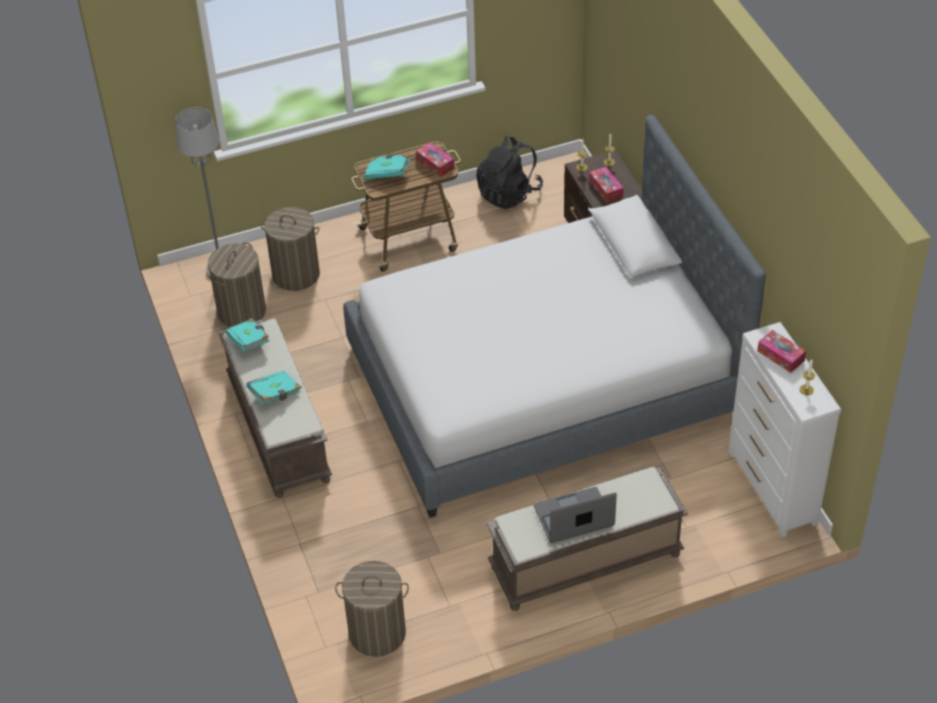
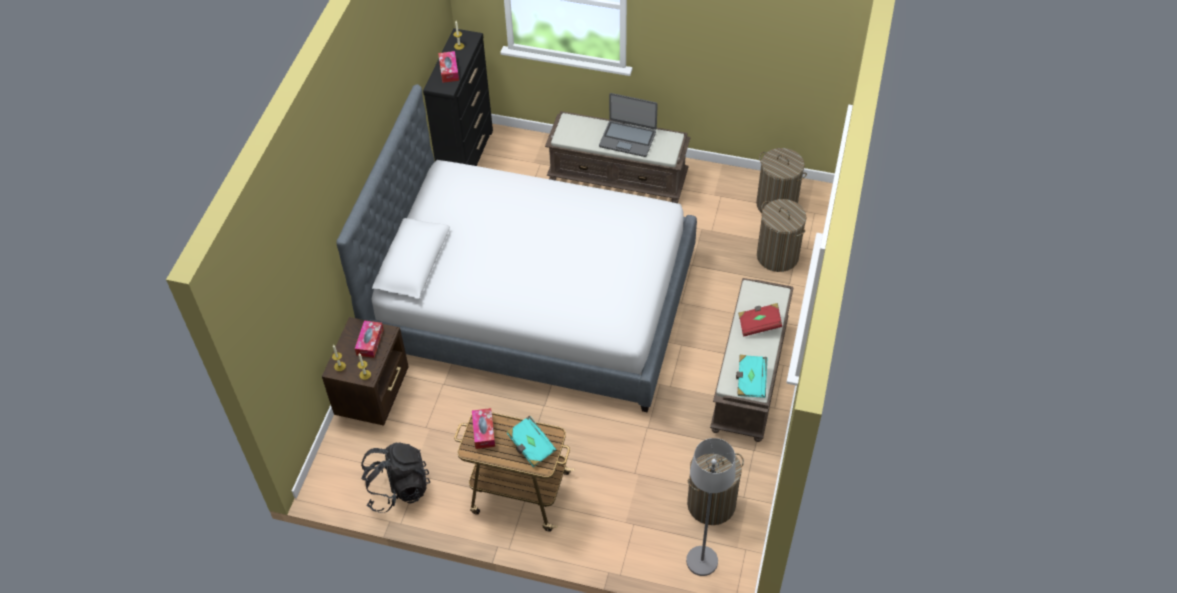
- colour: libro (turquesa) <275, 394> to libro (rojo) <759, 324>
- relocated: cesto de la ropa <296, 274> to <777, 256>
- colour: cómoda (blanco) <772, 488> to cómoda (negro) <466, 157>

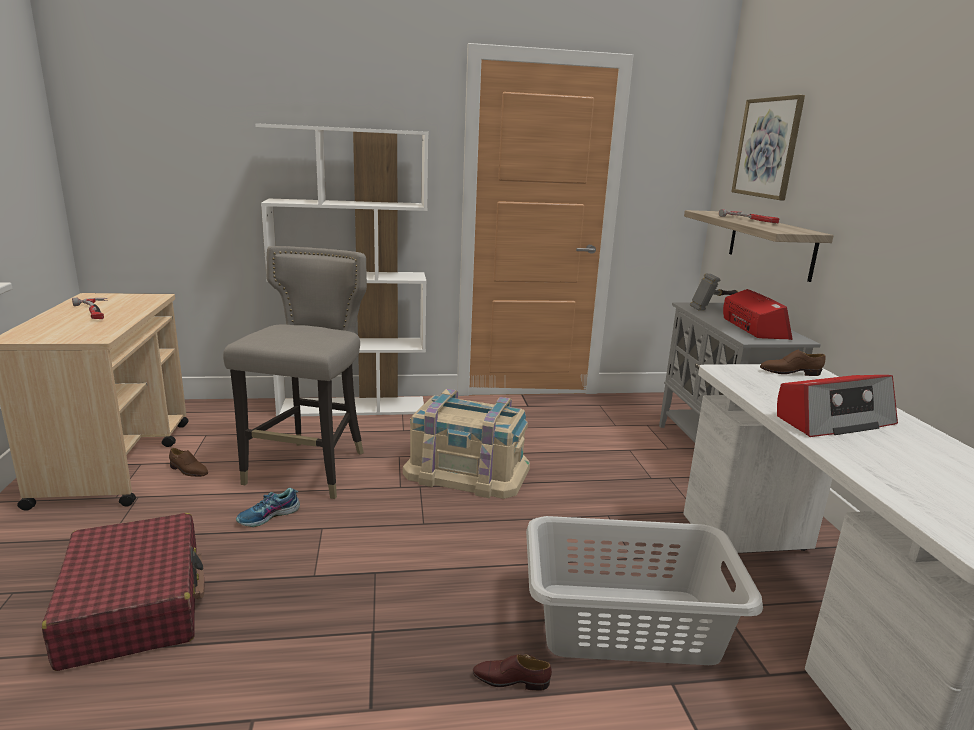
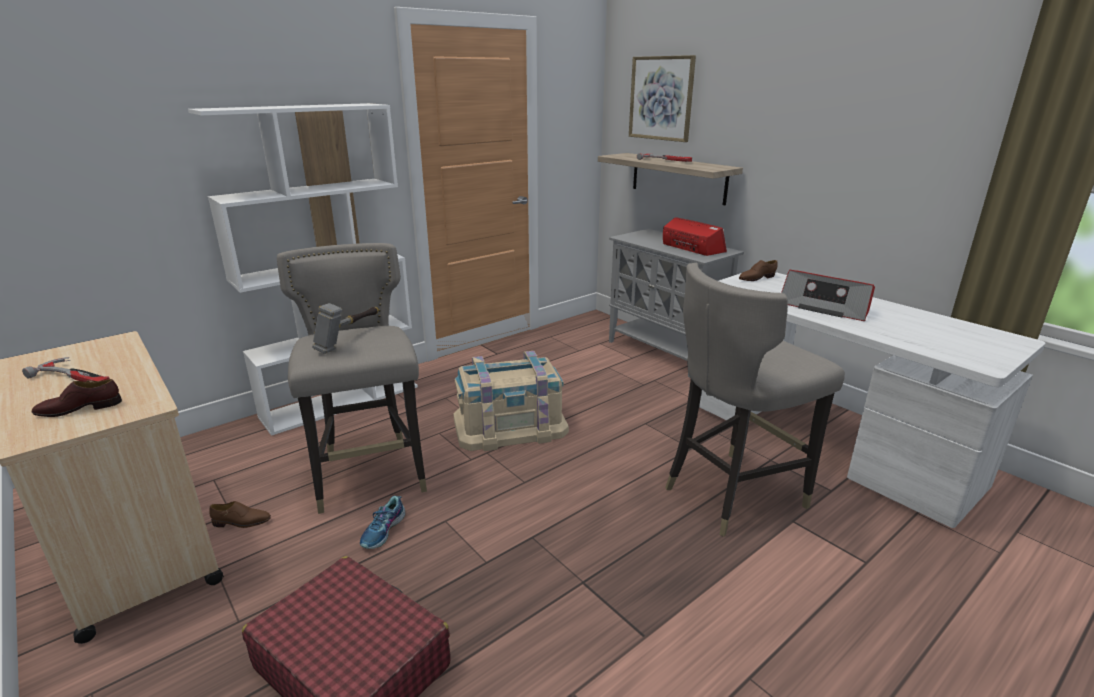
- relocated: zapato (marrón) <511, 680> to <79, 409>
- exchanged: cesto de la ropa (gris) <625, 622> to taburete (gris) <731, 494>
- relocated: martillo <715, 307> to <350, 338>
- spun: radio <832, 420> = <825, 307> 90 degrees clockwise

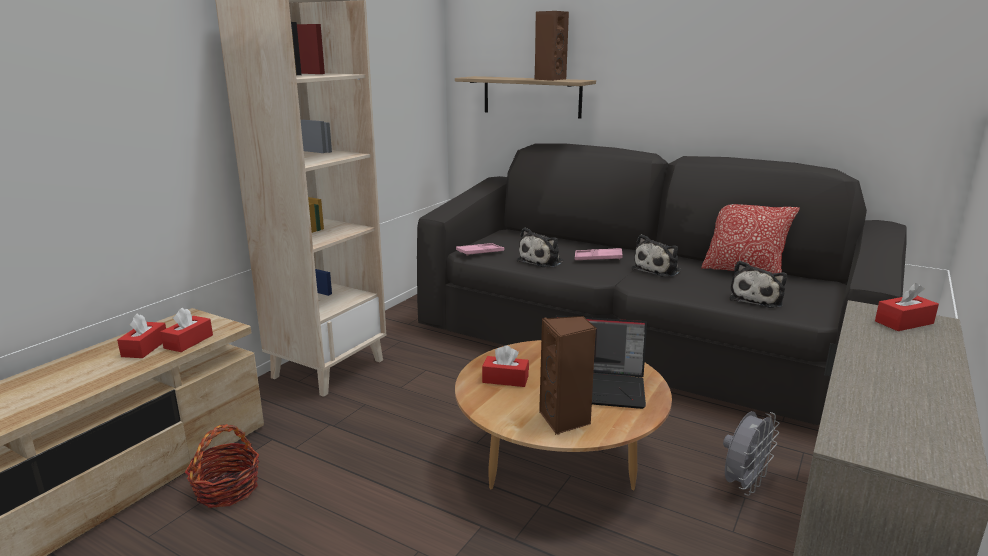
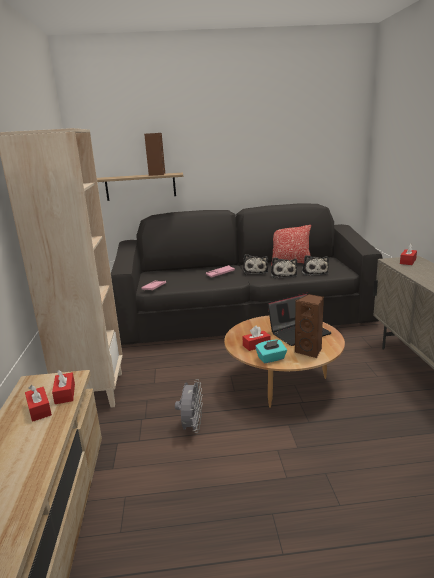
- missing: cesta <227, 489>
- relocated: peluche <542, 261> to <283, 275>
- relocated: ventilador (gris) <743, 484> to <192, 427>
- appeared: caja de pañuelos (turquesa) <271, 358>

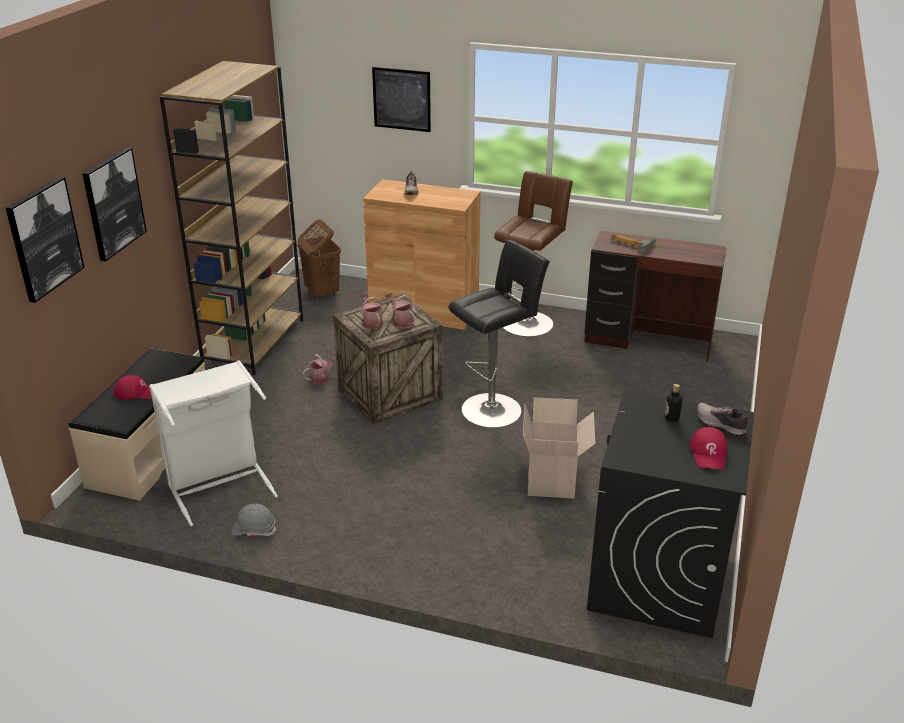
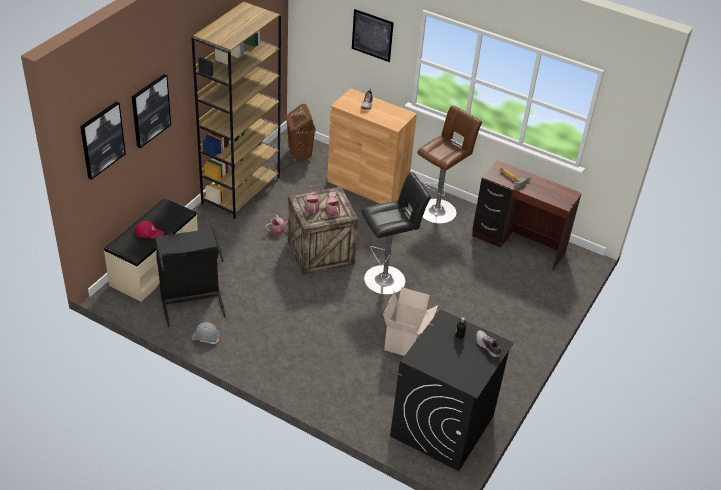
- colour: cesto de la ropa (blanco) <219, 485> to cesto de la ropa (negro) <192, 300>
- missing: gorra (rojo) <709, 453>

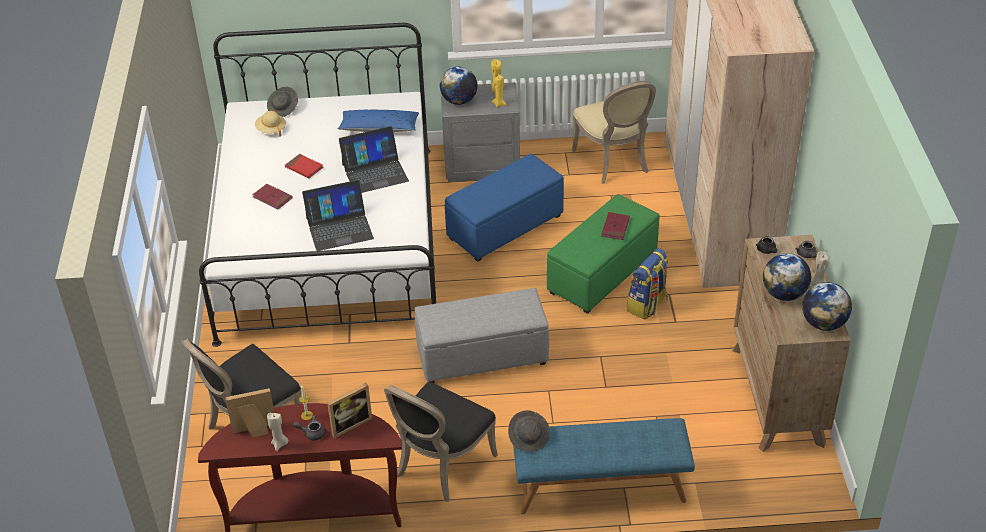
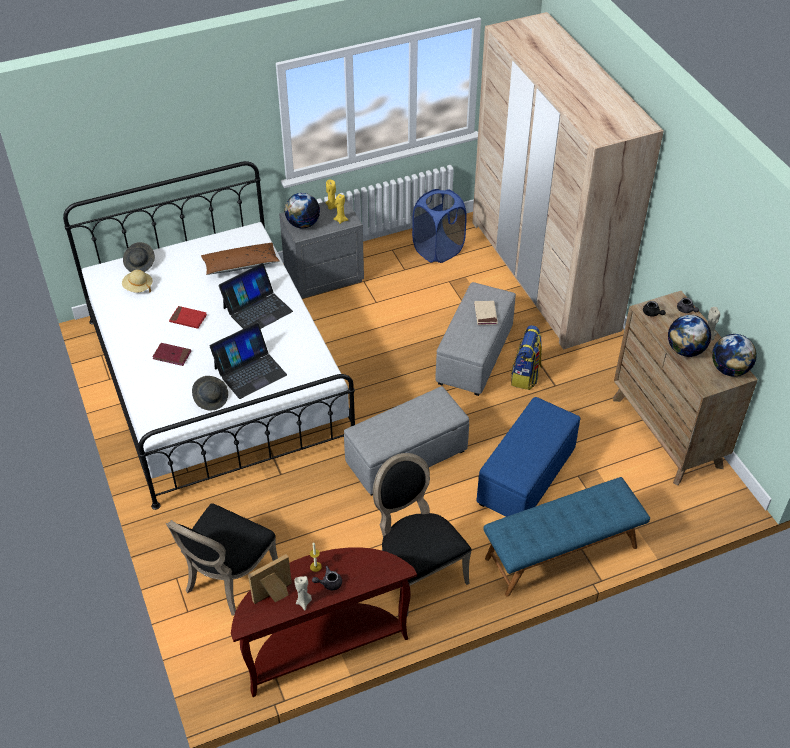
- missing: portarretratos <349, 423>
- colour: cojín (azul) <379, 128> to cojín (marrón) <241, 265>
- spun: silla (negro) <441, 466> = <417, 571> 135 degrees clockwise
- relocated: puf (azul) <506, 227> to <526, 476>
- relocated: sombrero (gris) <529, 438> to <211, 398>
- colour: puf (verde) <603, 273> to puf (gris) <474, 355>
- exchanged: silla (beis) <614, 162> to cesto de la ropa (azul) <438, 250>
- colour: libro (rojo) <615, 227> to libro (beis) <485, 314>

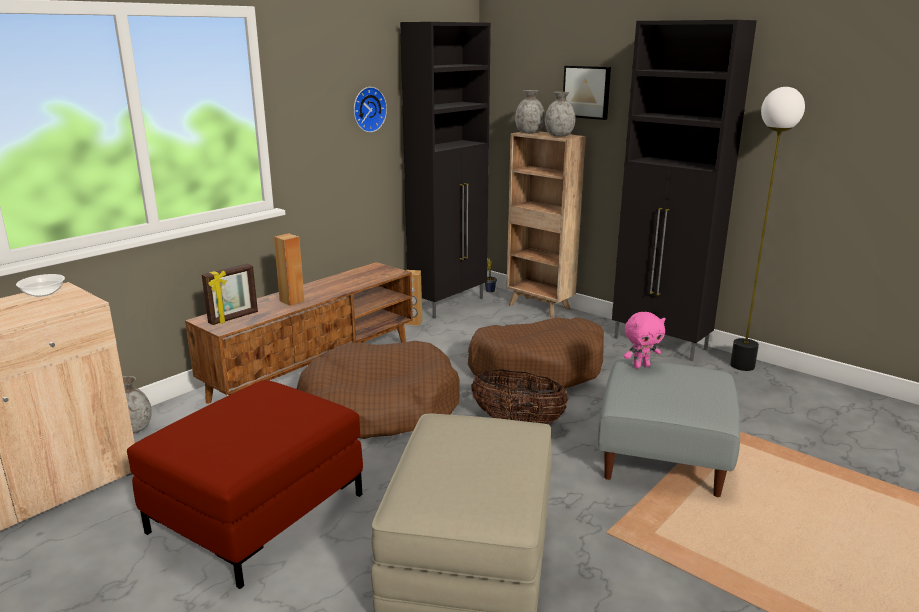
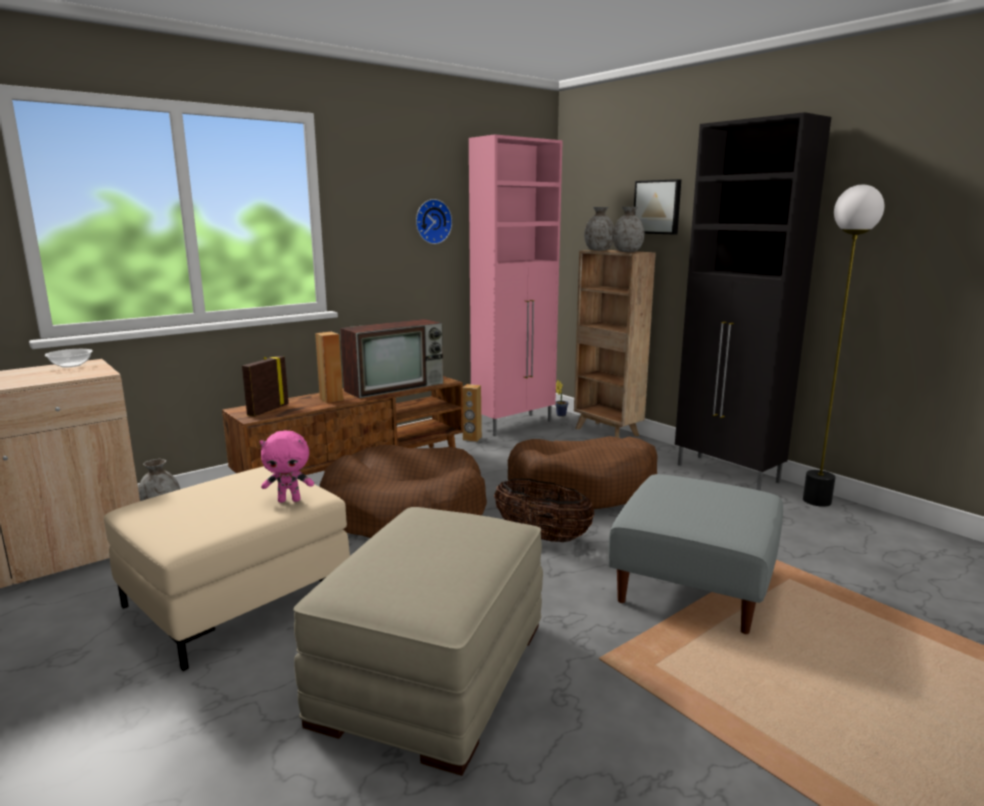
- colour: puf (rojo) <258, 512> to puf (beis) <238, 598>
- spun: portarretratos <234, 318> = <267, 410> 150 degrees clockwise
- colour: armario (negro) <449, 304> to armario (rosa) <514, 424>
- relocated: peluche (rosa) <641, 366> to <289, 500>
- appeared: televisor <396, 387>

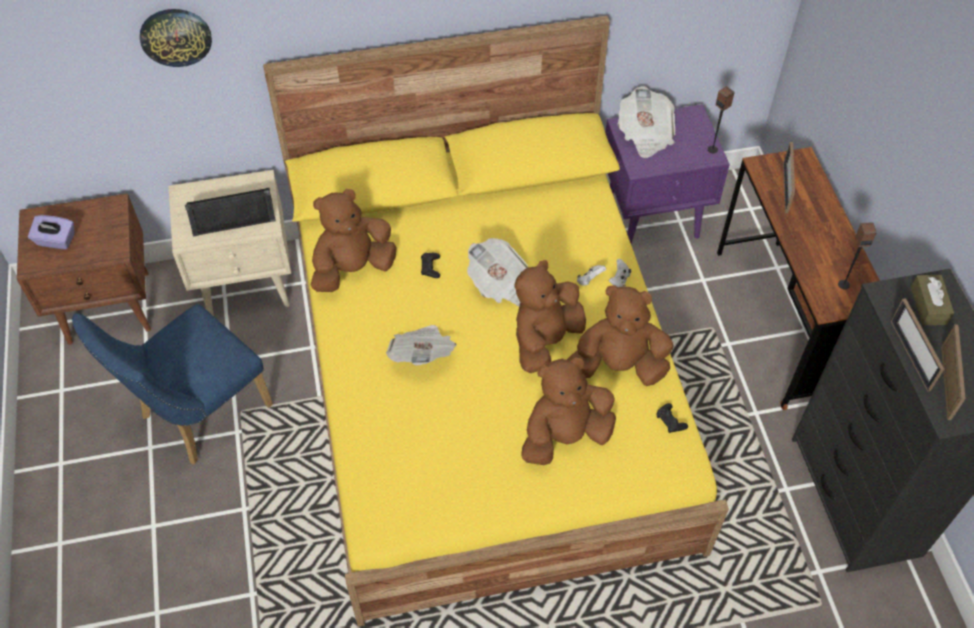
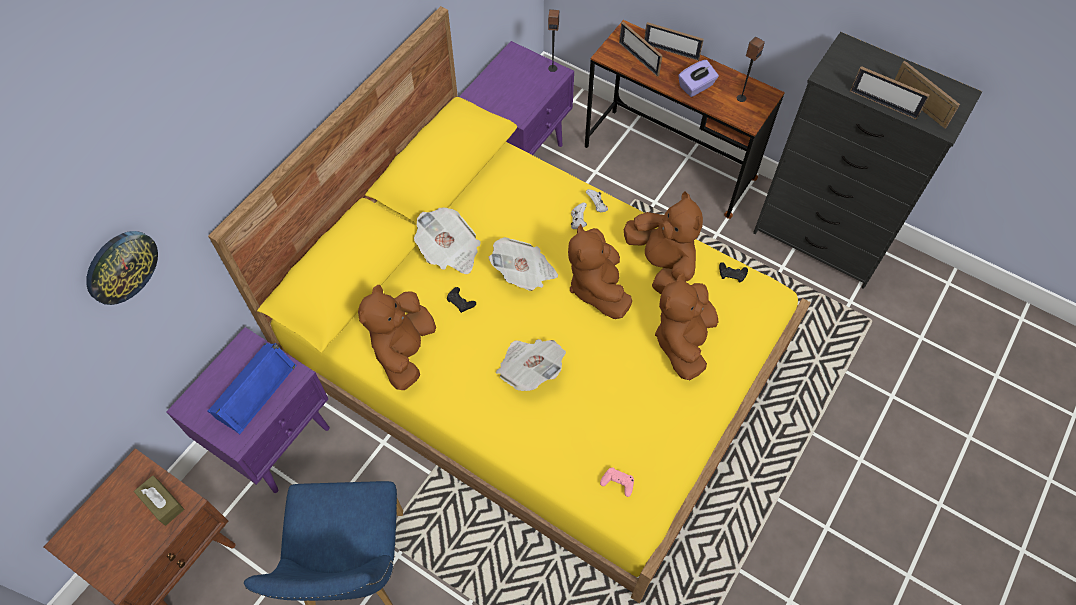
- relocated: caja de pañuelos (morado) <56, 241> to <696, 86>
- colour: mesita de noche (beis) <247, 283> to mesita de noche (morado) <276, 439>
- colour: altavoz (negro) <232, 214> to altavoz (azul) <253, 389>
- spun: peluche (marrón) <618, 365> = <661, 264> 105 degrees clockwise
- relocated: periódico <645, 135> to <449, 251>
- relocated: caja de pañuelos (marrón) <928, 306> to <162, 503>
- appeared: mando de consola (rosa) <617, 483>
- appeared: portarretratos <671, 51>

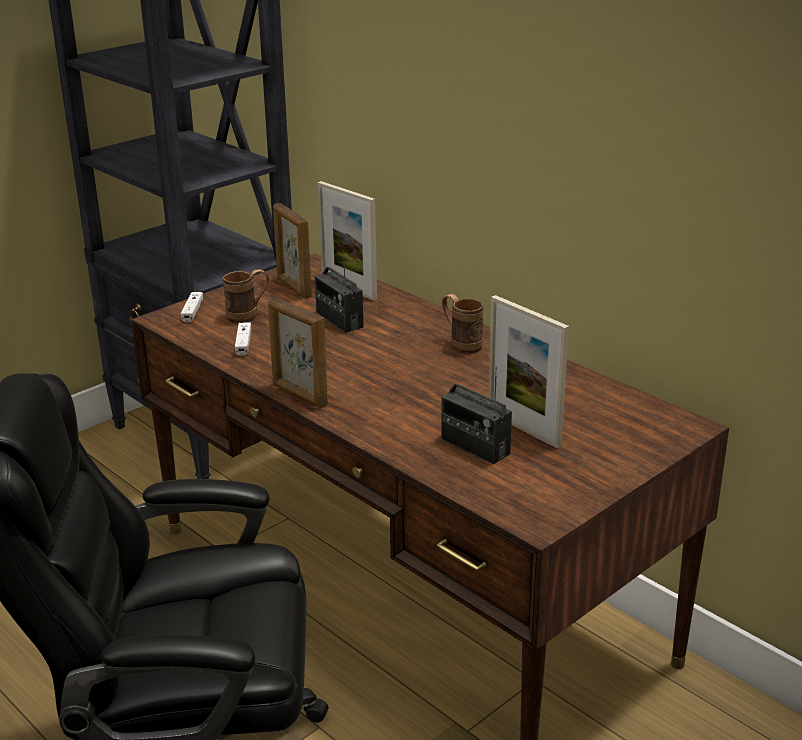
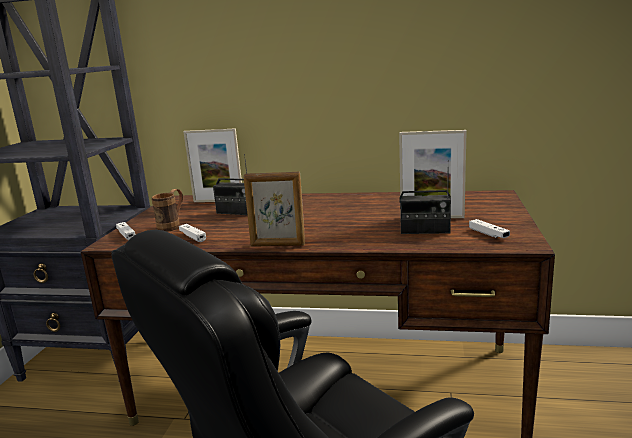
- missing: portarretratos <293, 288>
- missing: taza grande (marrón) <461, 344>
- appeared: mando de consola (blanco) <488, 234>

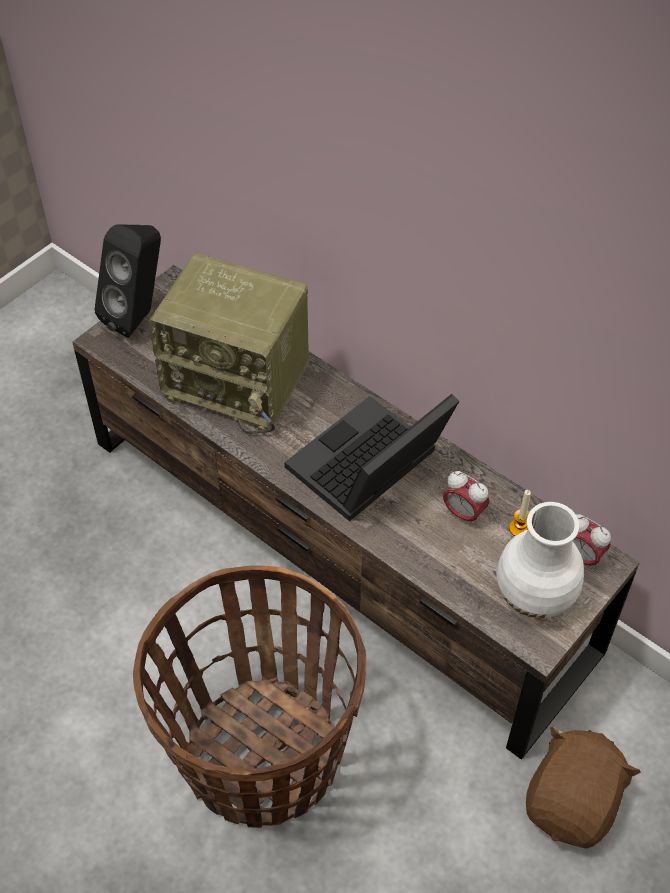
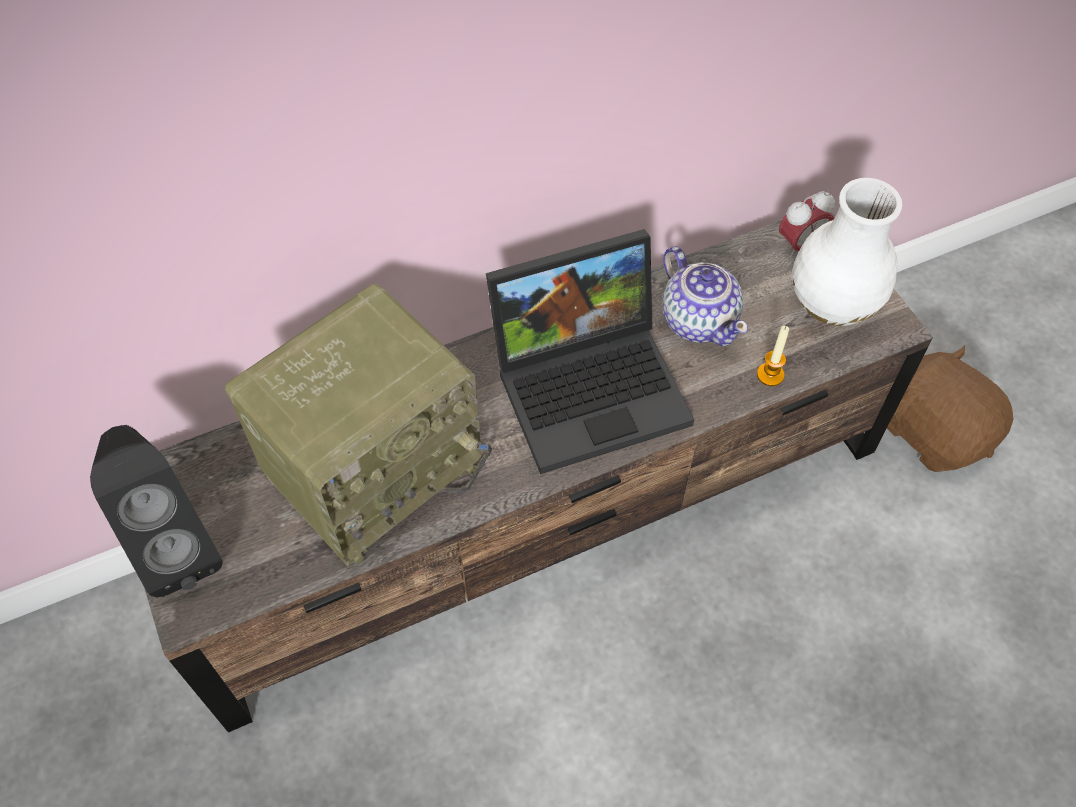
- missing: cesta <262, 757>
- spun: portátil <368, 470> = <592, 383> 90 degrees counterclockwise
- exchanged: despertador <463, 513> to tetera <699, 319>
- relocated: vela <519, 528> to <770, 375>

